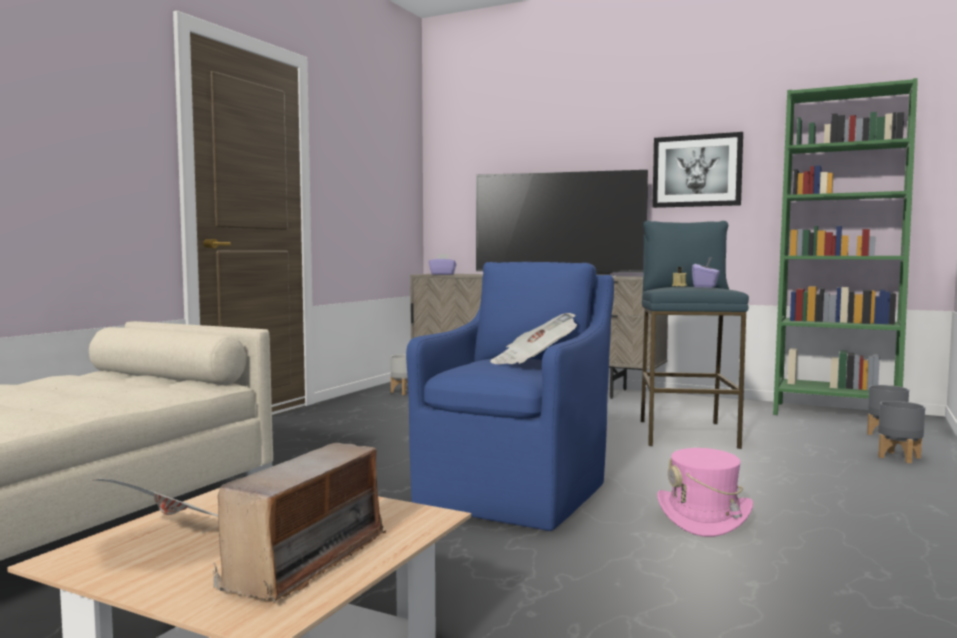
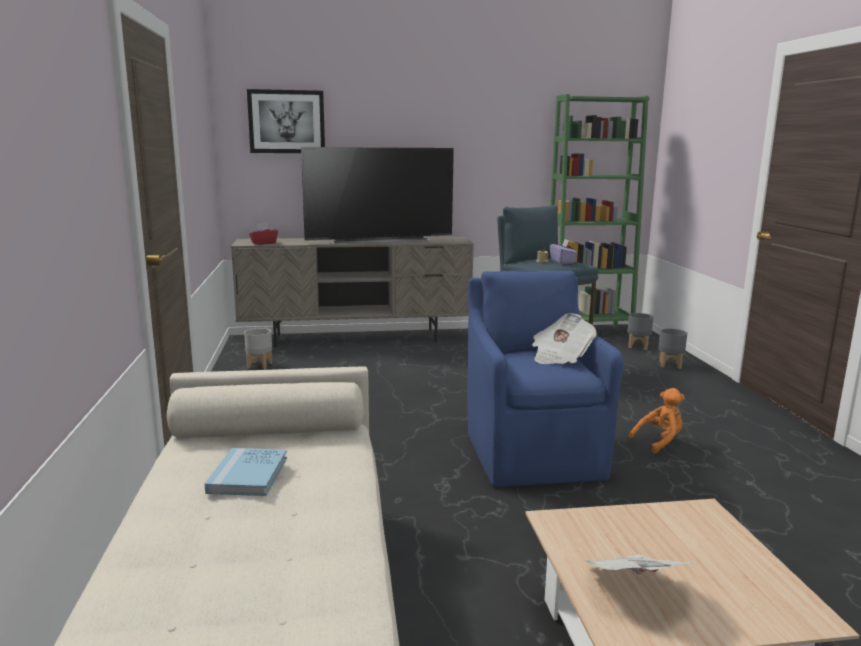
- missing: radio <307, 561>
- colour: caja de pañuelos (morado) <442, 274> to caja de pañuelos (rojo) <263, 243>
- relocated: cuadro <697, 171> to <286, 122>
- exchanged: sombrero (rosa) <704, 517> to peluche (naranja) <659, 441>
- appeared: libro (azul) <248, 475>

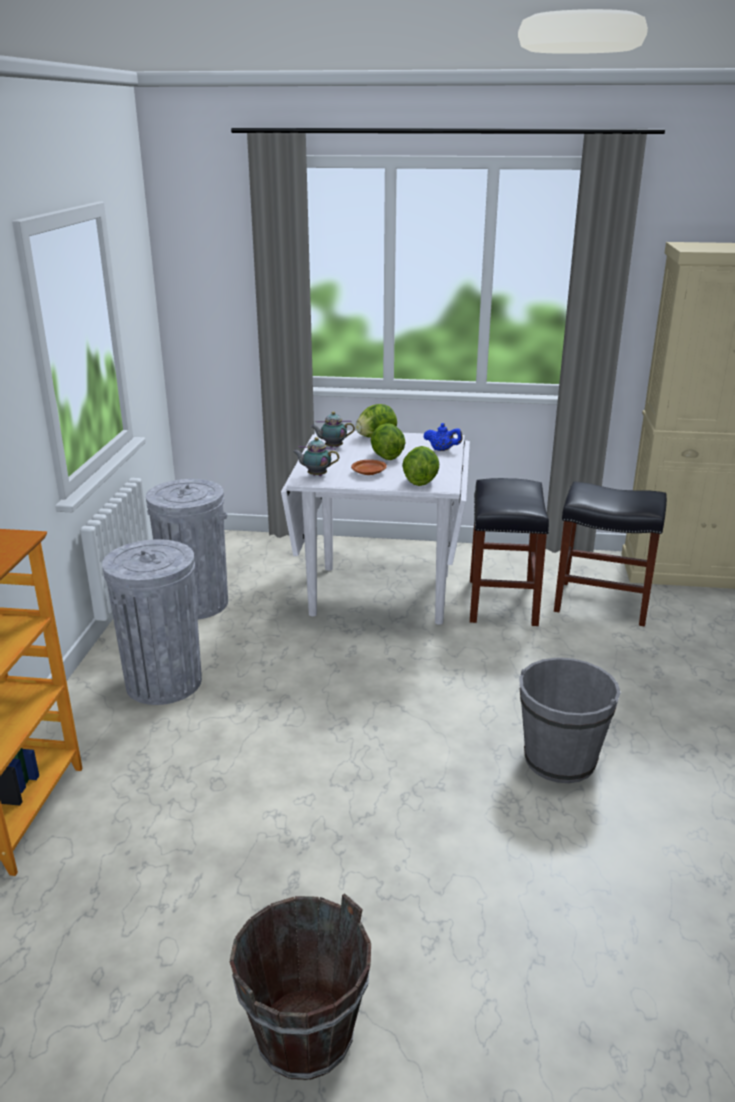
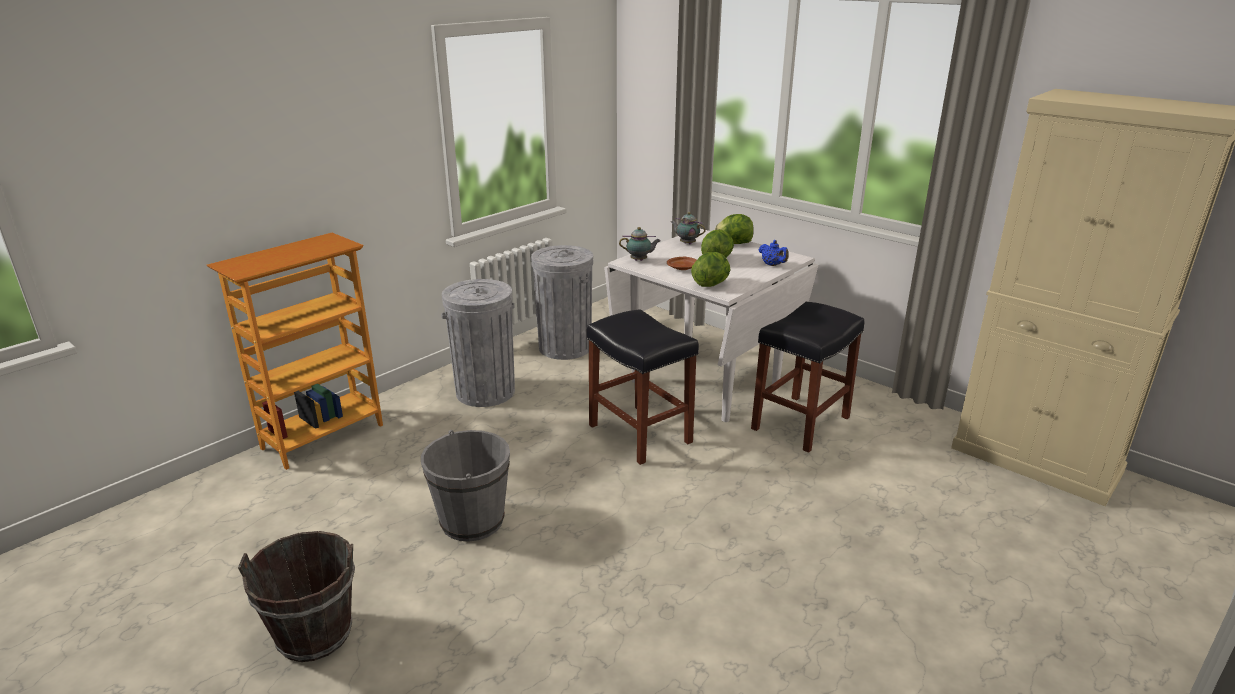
- spun: tetera <316, 475> = <640, 260> 135 degrees clockwise
- relocated: cubo (gris) <559, 759> to <472, 521>
- relocated: taburete (negro) <600, 603> to <638, 433>

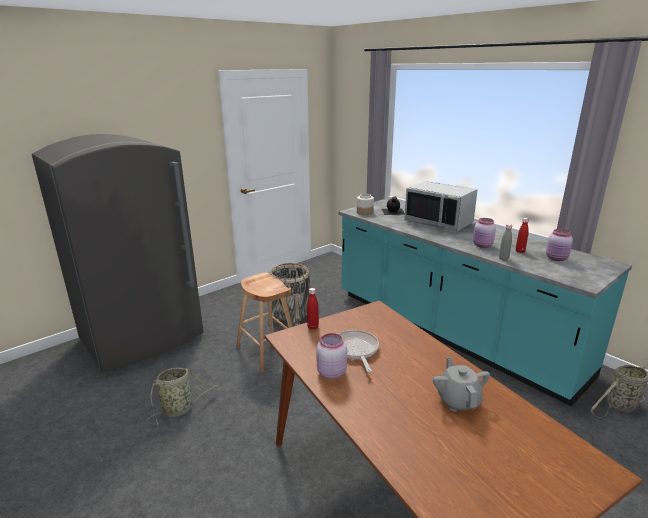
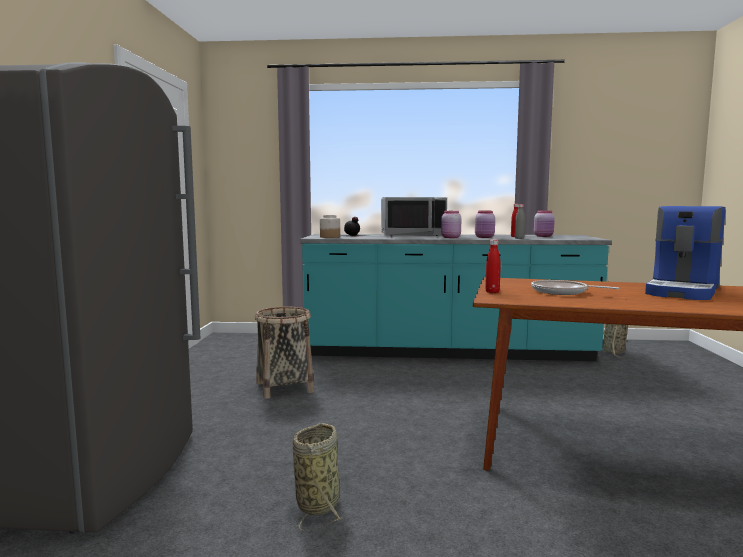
- missing: taburete (marrón) <267, 351>
- relocated: tarro (rosa) <330, 373> to <450, 237>
- exchanged: tetera (gris) <458, 400> to cafetera <684, 291>

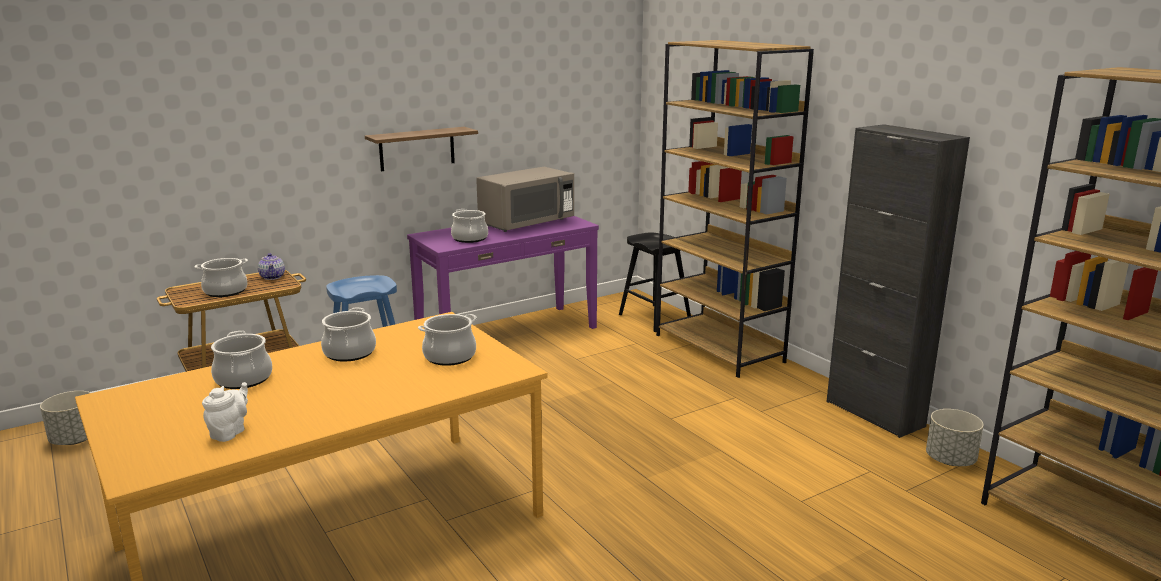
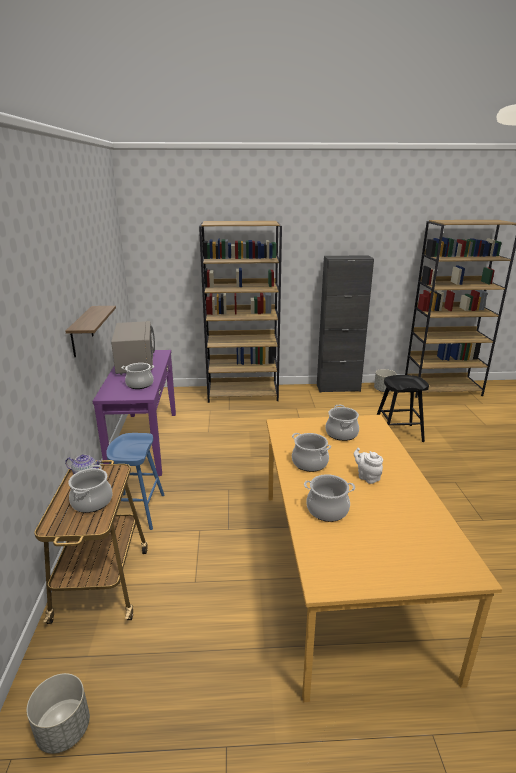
- relocated: tetera (blanco) <230, 432> to <367, 477>
- relocated: taburete (negro) <654, 318> to <397, 434>

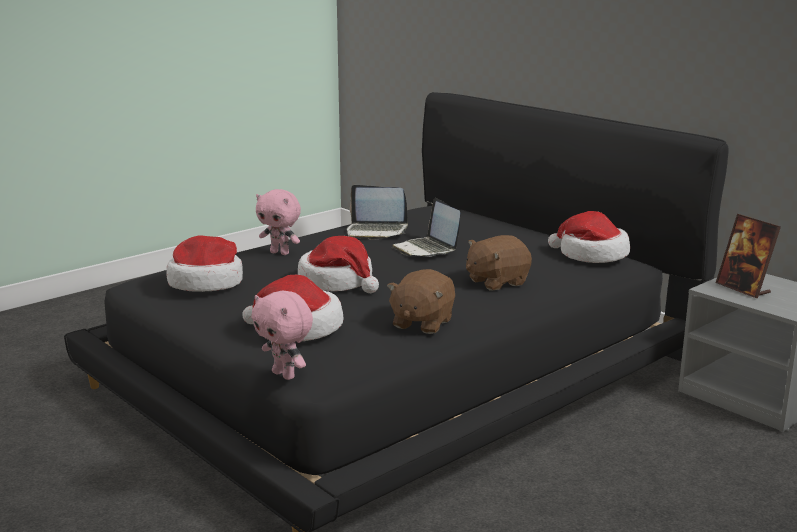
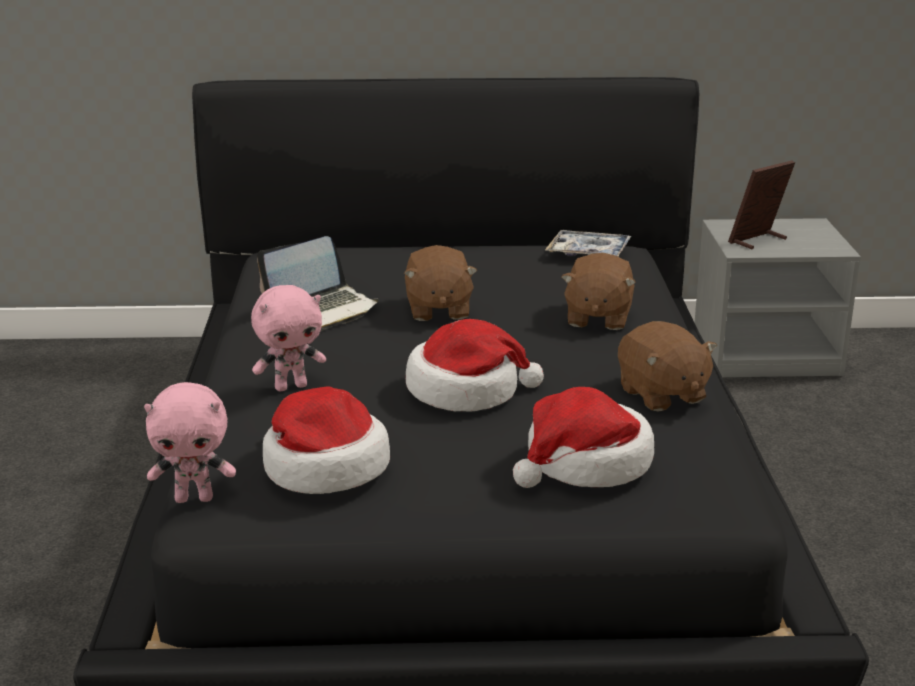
- relocated: peluche (rosa) <285, 375> to <195, 498>
- exchanged: portátil <426, 249> to peluche (marrón) <437, 310>
- exchanged: sombrero <591, 255> to bandeja <588, 253>
- spun: portarretratos <743, 288> = <758, 241> 135 degrees clockwise

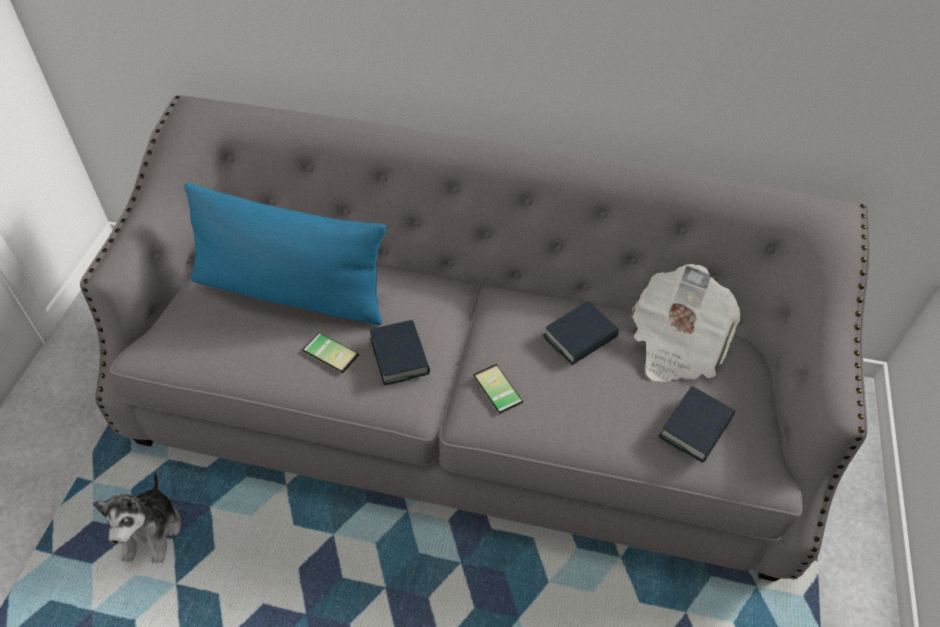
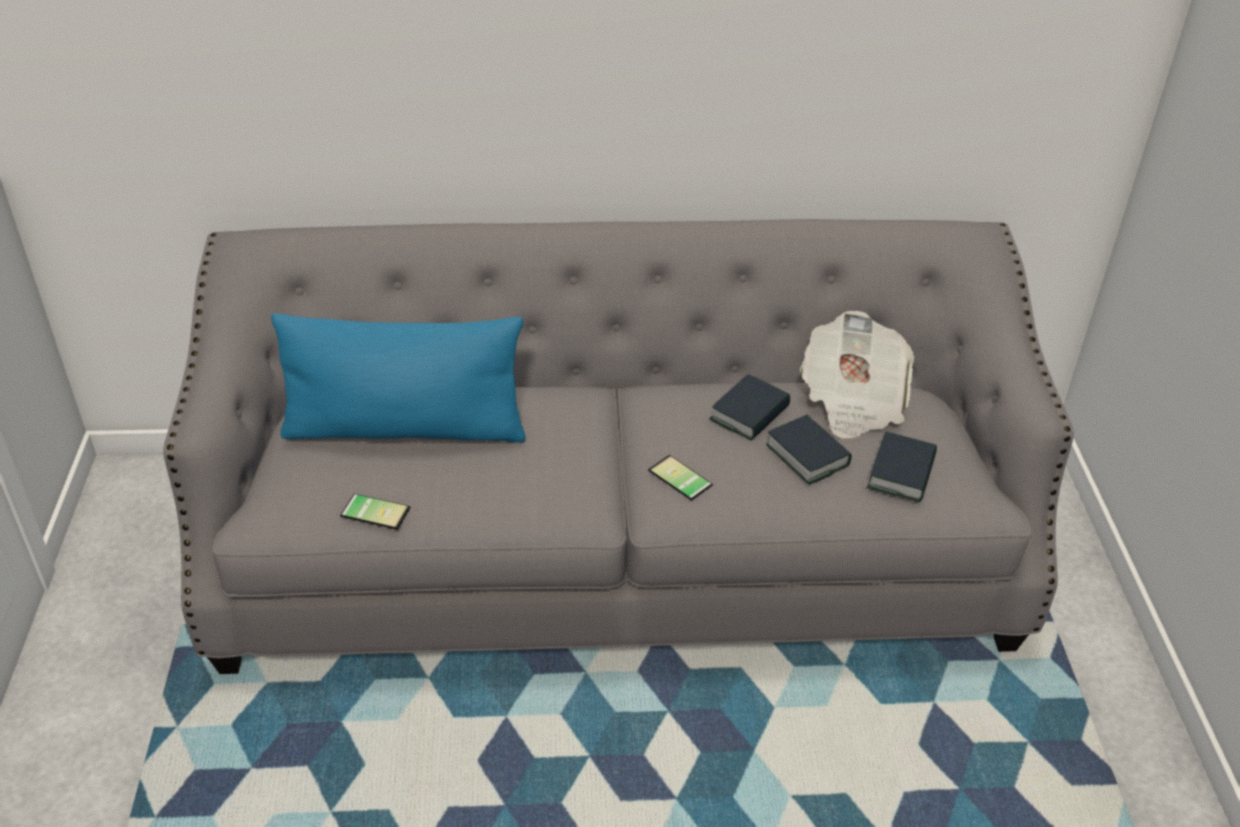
- missing: peluche <151, 531>
- relocated: móvil <332, 350> to <377, 509>
- relocated: libro <399, 356> to <807, 455>

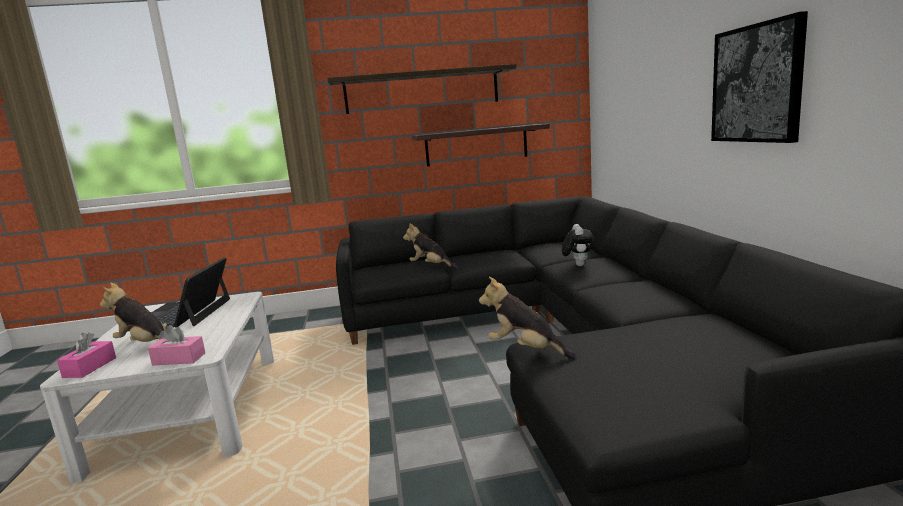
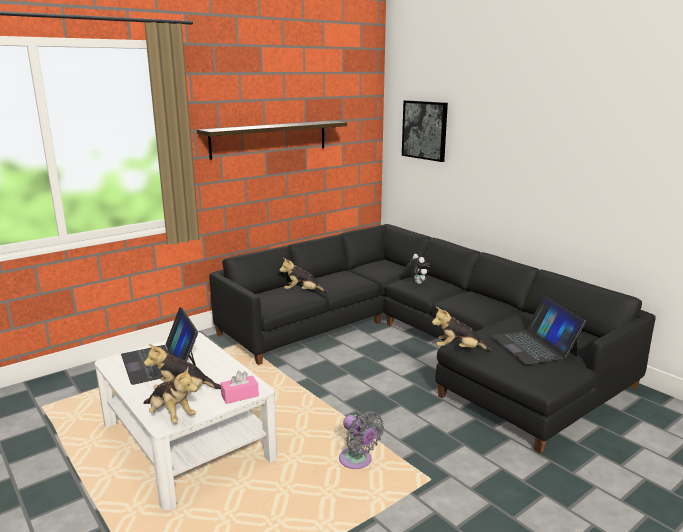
- exchanged: caja de pañuelos (rosa) <90, 367> to peluche <170, 415>
- missing: estante <476, 145>
- relocated: cuadro <757, 84> to <425, 130>
- appeared: ventilador (gris) <357, 461>
- appeared: portátil <534, 346>

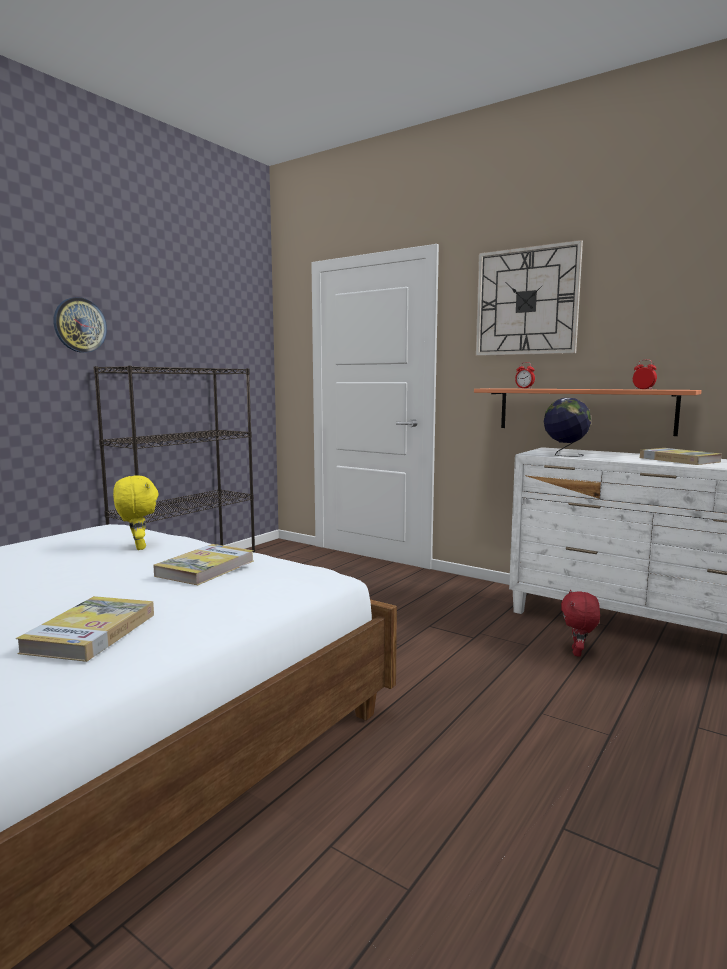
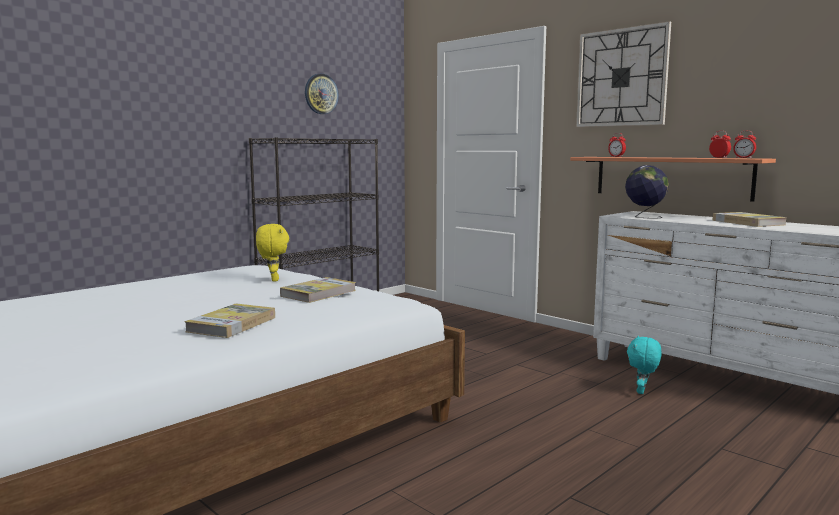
- relocated: reloj de pared <79, 325> to <321, 94>
- colour: peluche (rojo) <578, 653> to peluche (turquesa) <642, 391>
- appeared: despertador <743, 158>

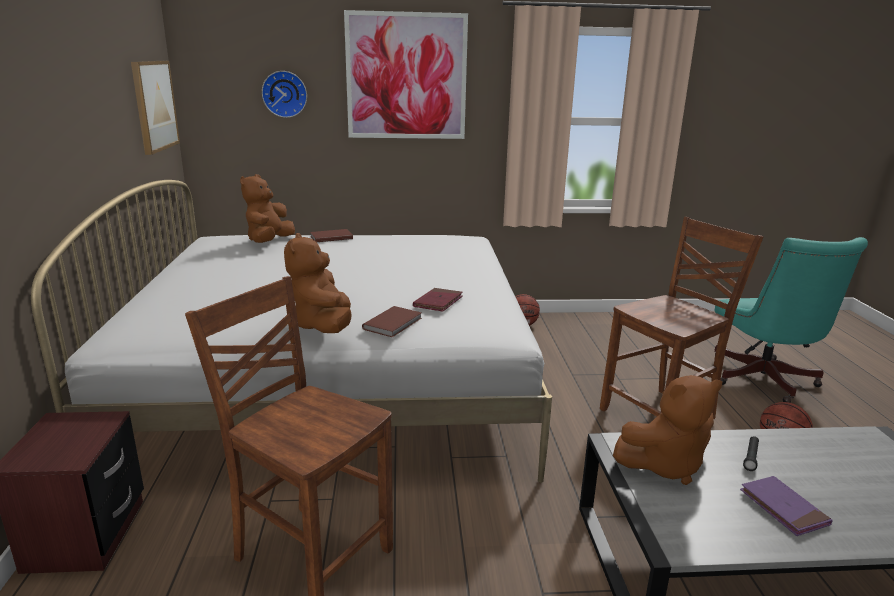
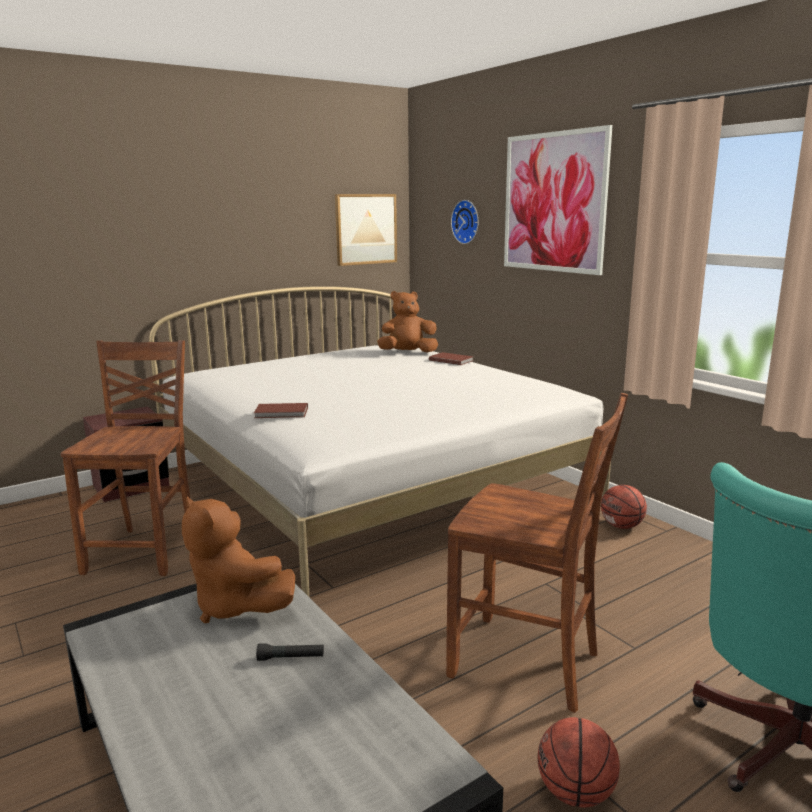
- missing: peluche (marrón) <323, 326>
- missing: libro (rojo) <438, 302>
- missing: libro (morado) <783, 508>

